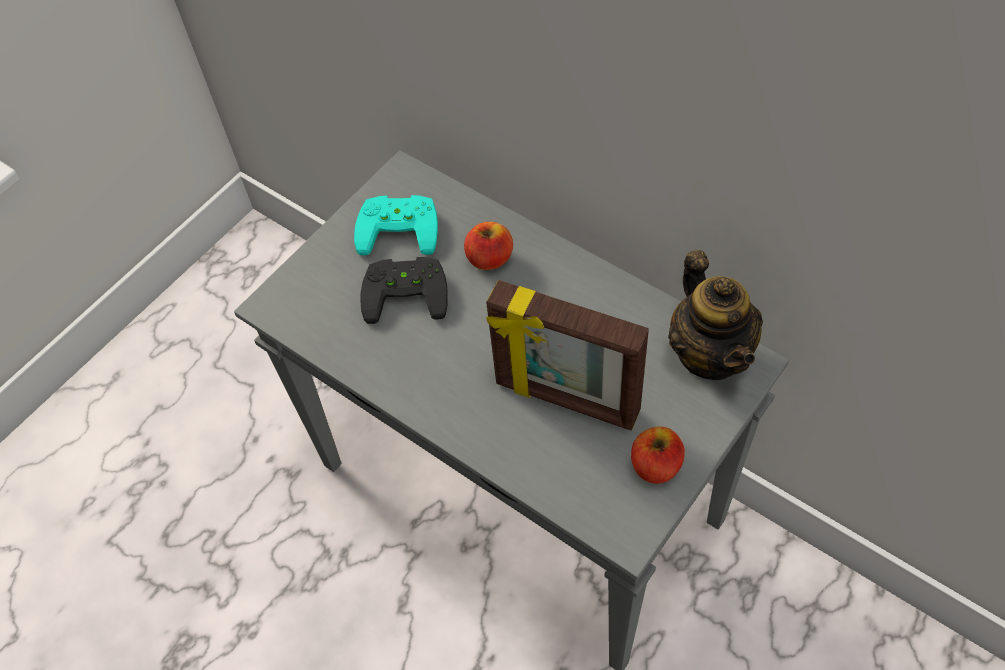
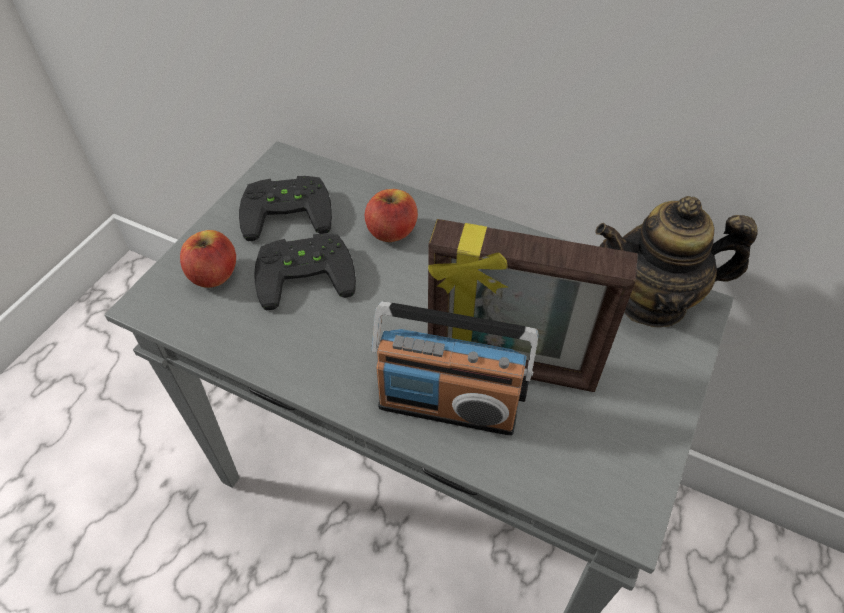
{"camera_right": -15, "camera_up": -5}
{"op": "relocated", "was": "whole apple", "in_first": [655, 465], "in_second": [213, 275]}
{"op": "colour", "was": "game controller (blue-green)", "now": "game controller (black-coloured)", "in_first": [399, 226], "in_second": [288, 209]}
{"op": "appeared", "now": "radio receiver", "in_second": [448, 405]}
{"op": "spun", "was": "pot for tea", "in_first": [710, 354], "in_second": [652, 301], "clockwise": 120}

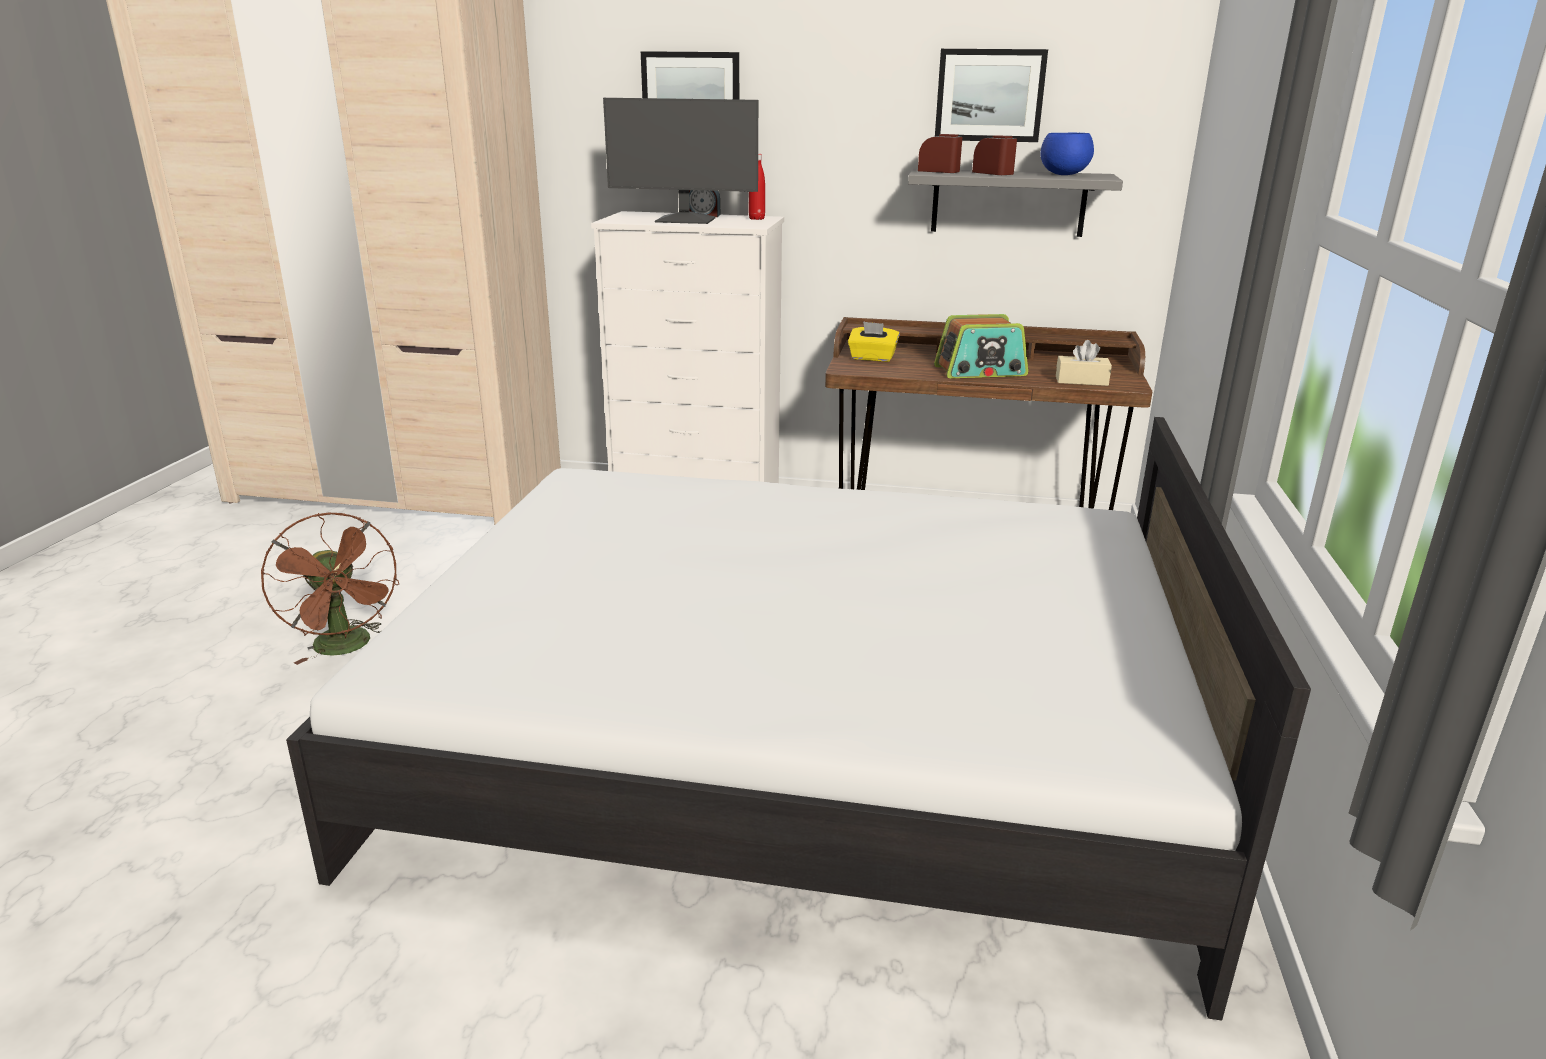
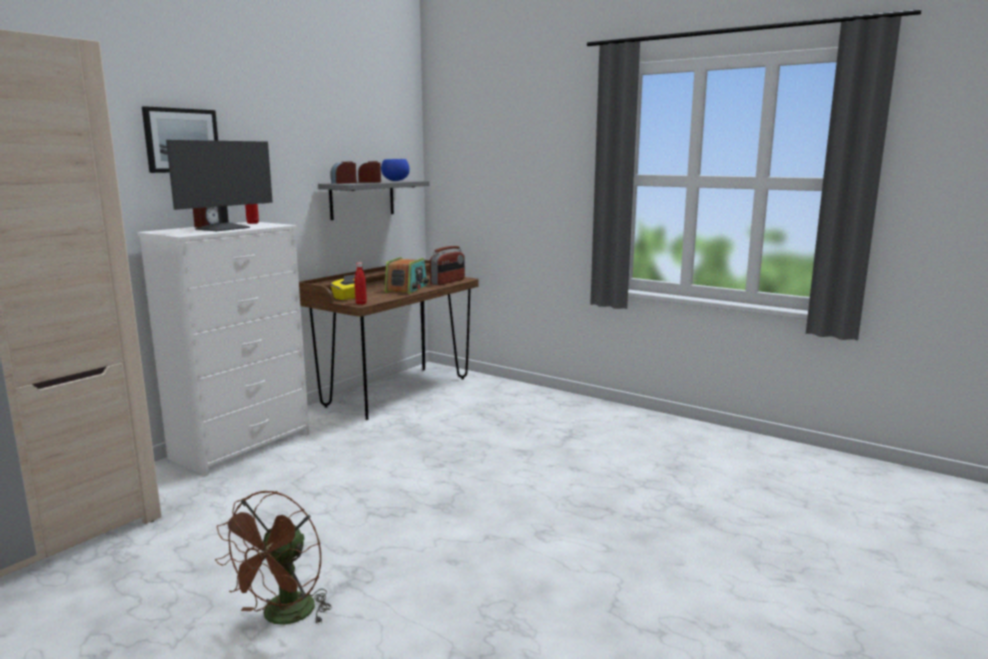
{"camera_right": -65, "camera_up": -10}
{"op": "spun", "was": "fan (brownish)", "in_first": [347, 648], "in_second": [283, 617], "clockwise": 120}
{"op": "appeared", "now": "bottle (red)", "in_second": [361, 303]}
{"op": "exchanged", "was": "tissue box (beige)", "now": "radio receiver", "in_first": [1081, 381], "in_second": [448, 282]}
{"op": "missing", "was": "bed (whitish)", "in_first": [795, 741]}
{"op": "missing", "was": "picture", "in_first": [989, 95]}

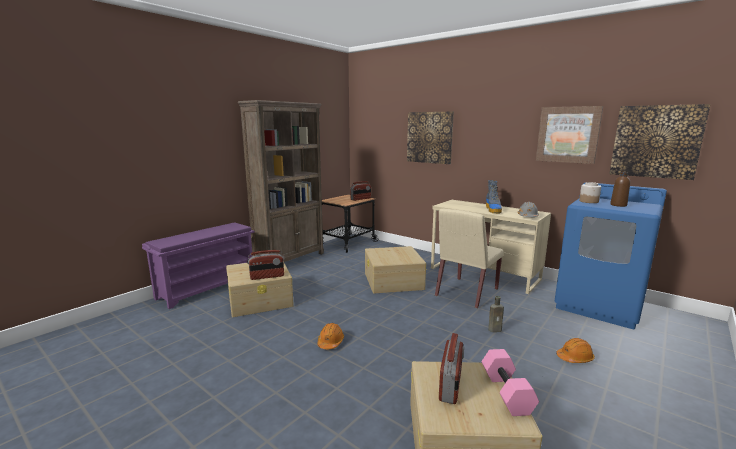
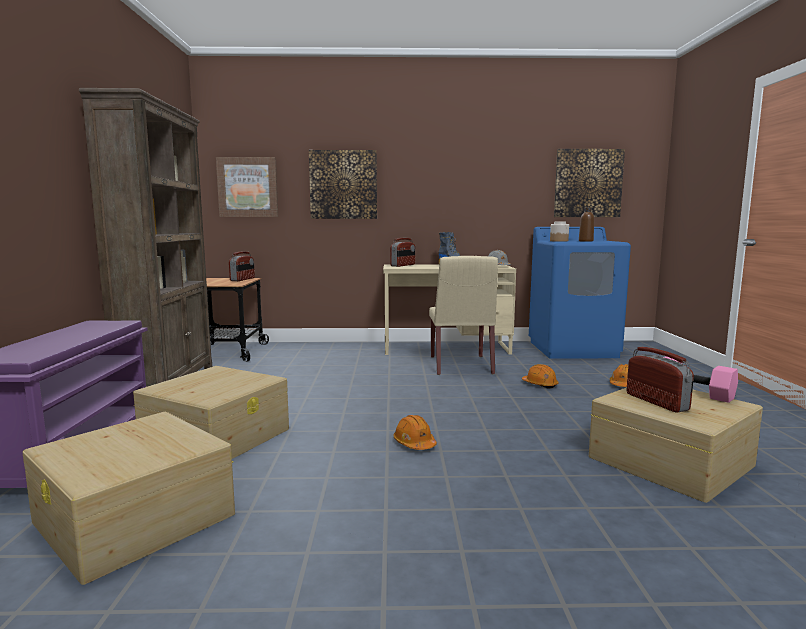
{"camera_right": -40, "camera_up": -5}
{"op": "relocated", "was": "storage bin (beige)", "in_first": [393, 281], "in_second": [135, 518]}
{"op": "relocated", "was": "picture", "in_first": [568, 134], "in_second": [248, 187]}
{"op": "relocated", "was": "radio receiver", "in_first": [267, 276], "in_second": [403, 265]}
{"op": "exchanged", "was": "bottle (brownish)", "now": "hard hat (orange-coloured)", "in_first": [495, 330], "in_second": [540, 384]}

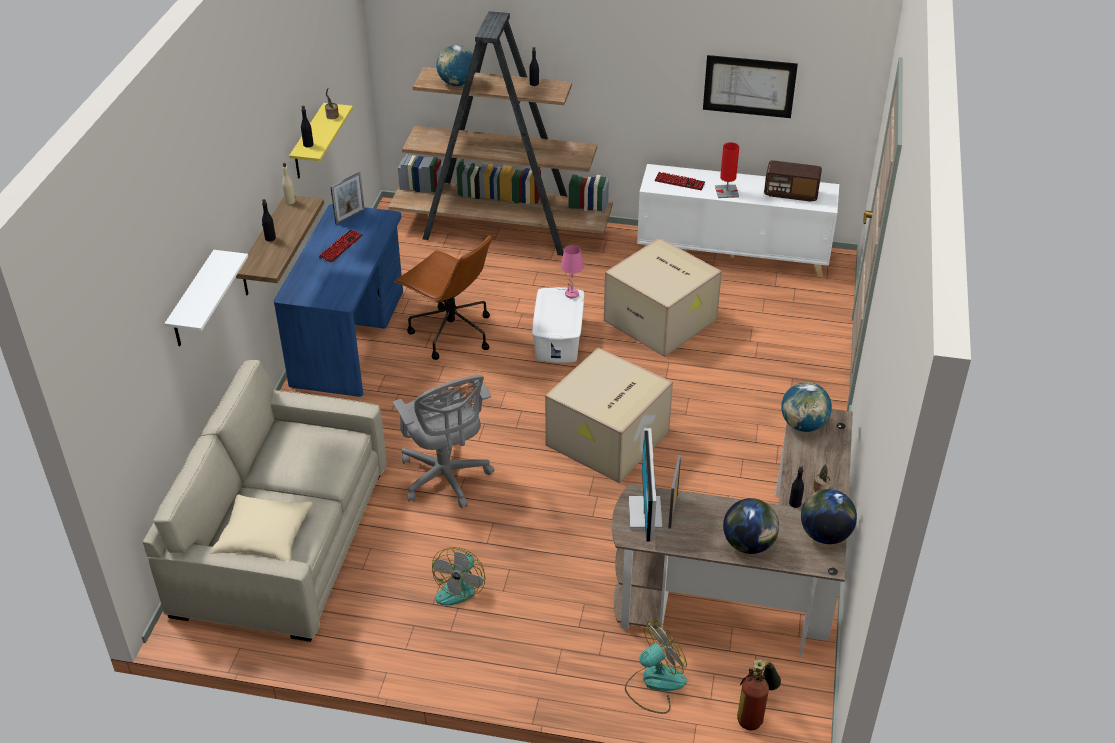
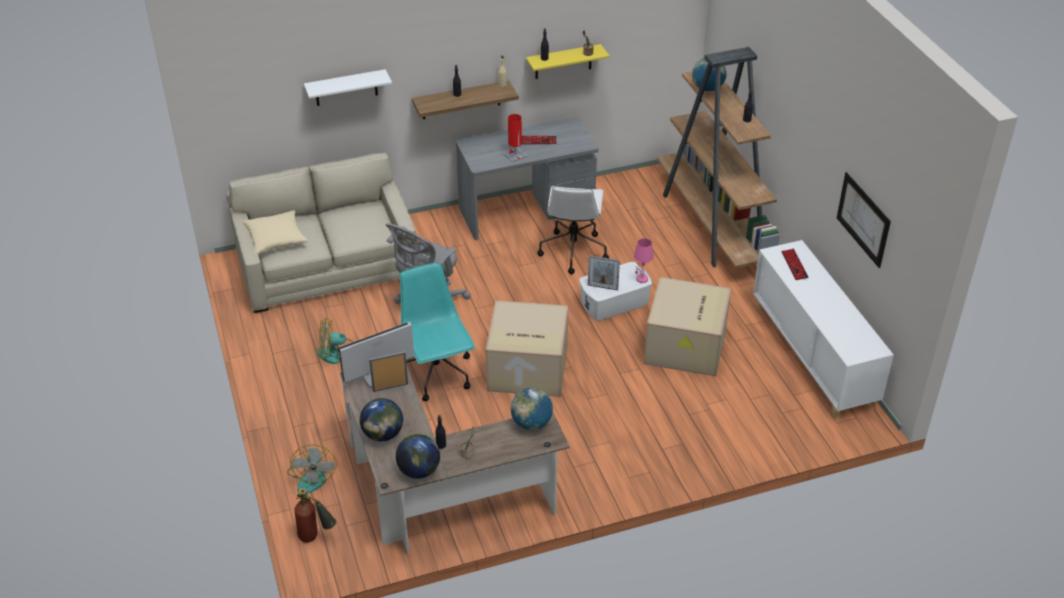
{"camera_right": 60, "camera_up": 0}
{"op": "spun", "was": "fan", "in_first": [655, 683], "in_second": [312, 476], "clockwise": 60}
{"op": "appeared", "now": "office chair (blue-green)", "in_second": [437, 375]}
{"op": "colour", "was": "desk (blue-coloured)", "now": "desk (gray)", "in_first": [350, 338], "in_second": [527, 210]}
{"op": "relocated", "was": "lamp for a table (red)", "in_first": [726, 192], "in_second": [515, 155]}
{"op": "colour", "was": "office chair (brownish)", "now": "office chair (whitish)", "in_first": [450, 333], "in_second": [573, 250]}
{"op": "relocated", "was": "standing frame", "in_first": [350, 216], "in_second": [602, 287]}
{"op": "missing", "was": "radio receiver", "in_first": [791, 193]}

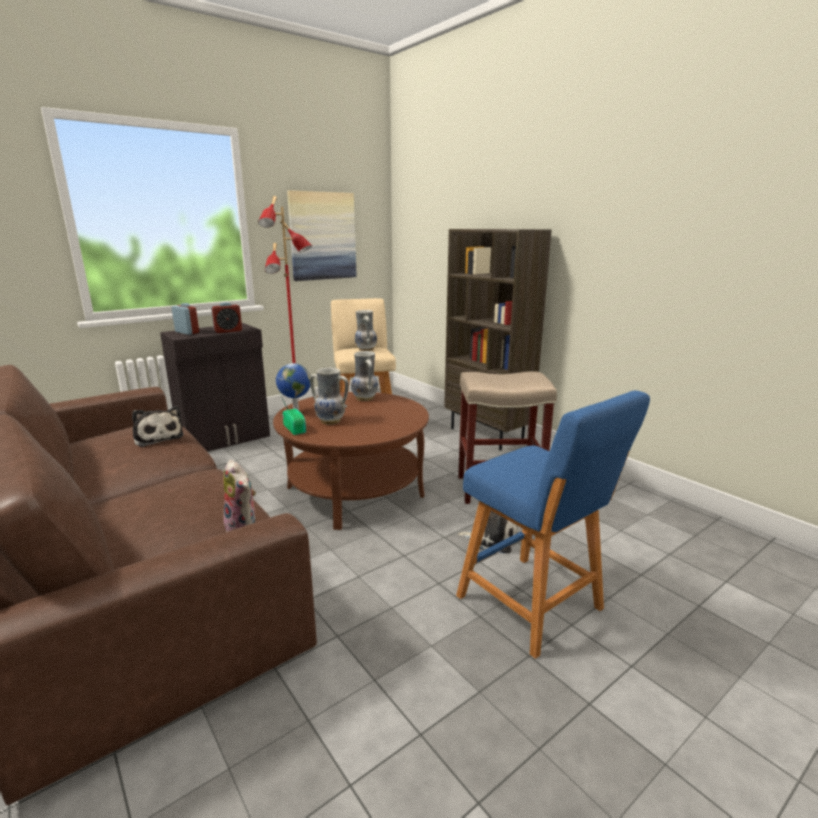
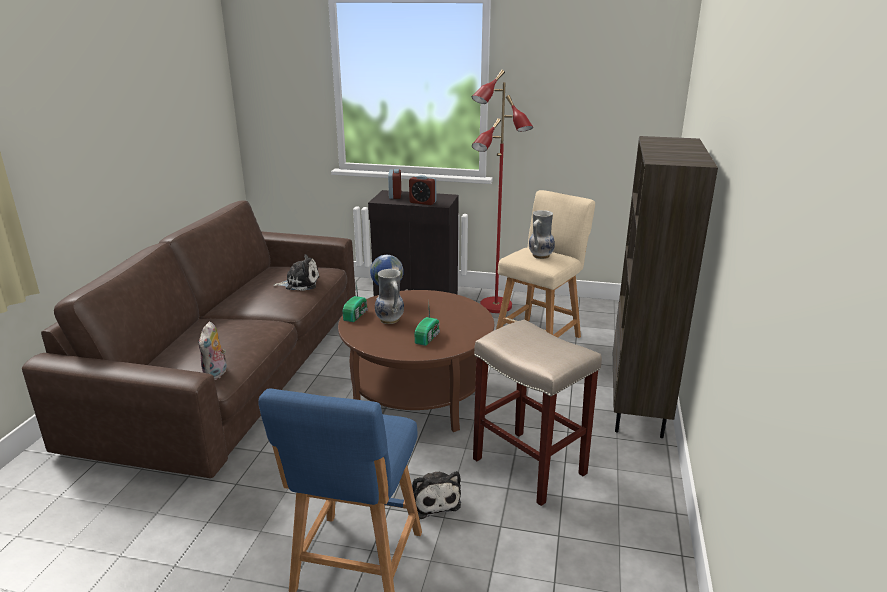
{"camera_right": 50, "camera_up": 5}
{"op": "spun", "was": "plush toy", "in_first": [158, 437], "in_second": [300, 283], "clockwise": -105}
{"op": "appeared", "now": "radio receiver", "in_second": [428, 337]}
{"op": "missing", "was": "picture", "in_first": [322, 236]}
{"op": "missing", "was": "decorative vase", "in_first": [365, 398]}

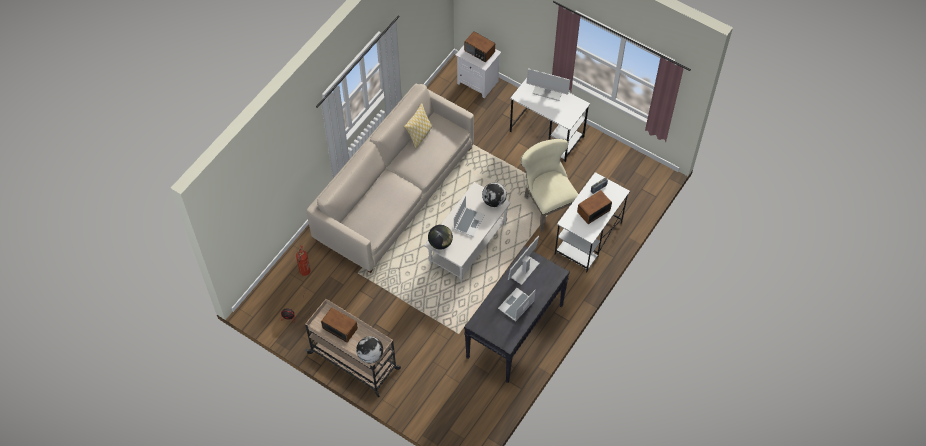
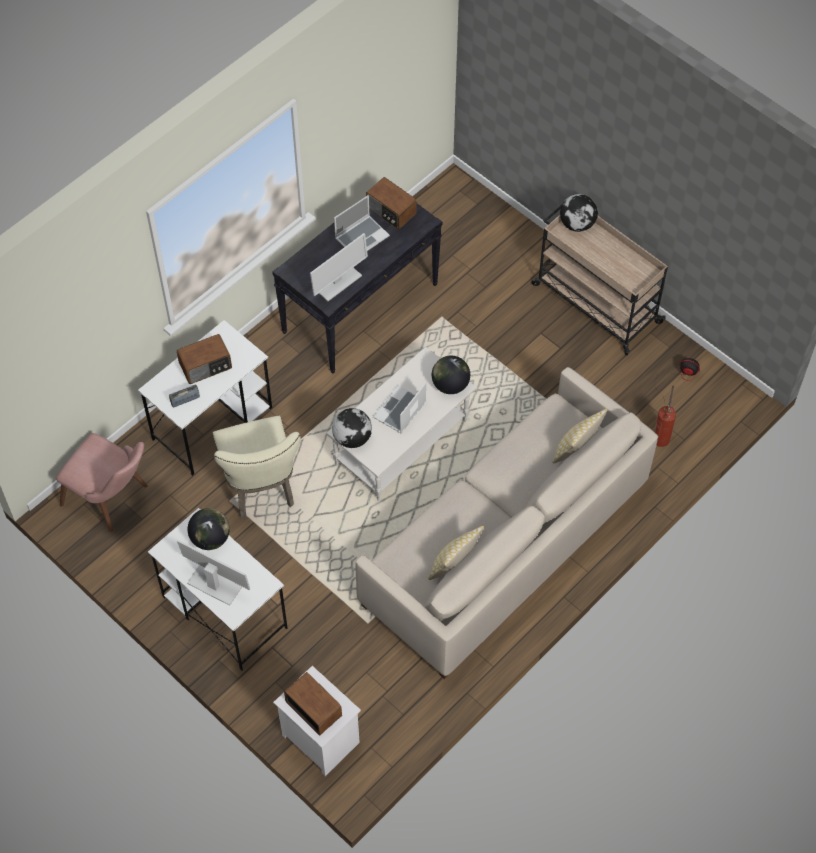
{"camera_right": -170, "camera_up": 0}
{"op": "appeared", "now": "chair (pink)", "in_second": [113, 499]}
{"op": "appeared", "now": "desk globe", "in_second": [210, 538]}
{"op": "relocated", "was": "radio receiver", "in_first": [340, 328], "in_second": [391, 211]}
{"op": "appeared", "now": "pillow", "in_second": [576, 449]}

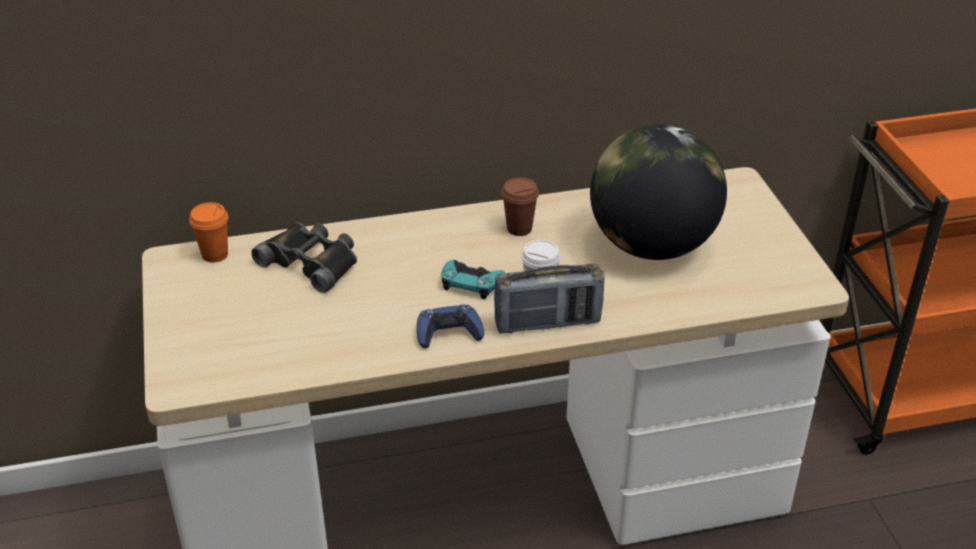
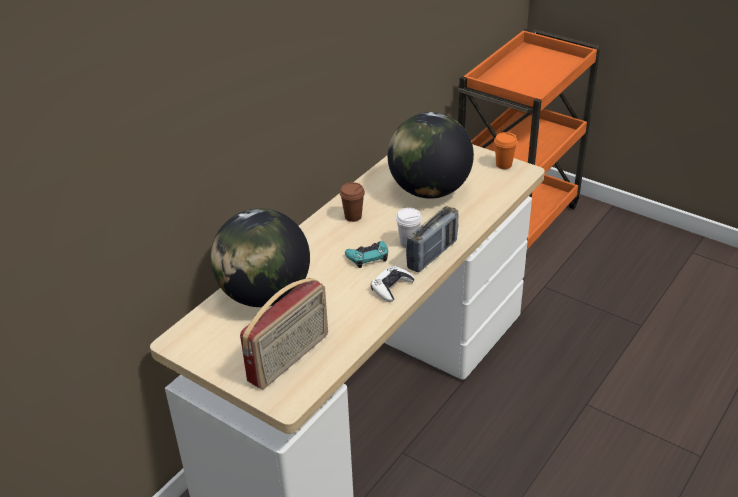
{"camera_right": -40, "camera_up": 0}
{"op": "exchanged", "was": "field glasses (black-coloured)", "now": "desk globe", "in_first": [311, 262], "in_second": [265, 295]}
{"op": "appeared", "now": "radio receiver", "in_second": [290, 359]}
{"op": "colour", "was": "game controller (blue-coloured)", "now": "game controller (whitish)", "in_first": [448, 332], "in_second": [391, 287]}
{"op": "relocated", "was": "drinking cup (orange-coloured)", "in_first": [215, 254], "in_second": [503, 165]}

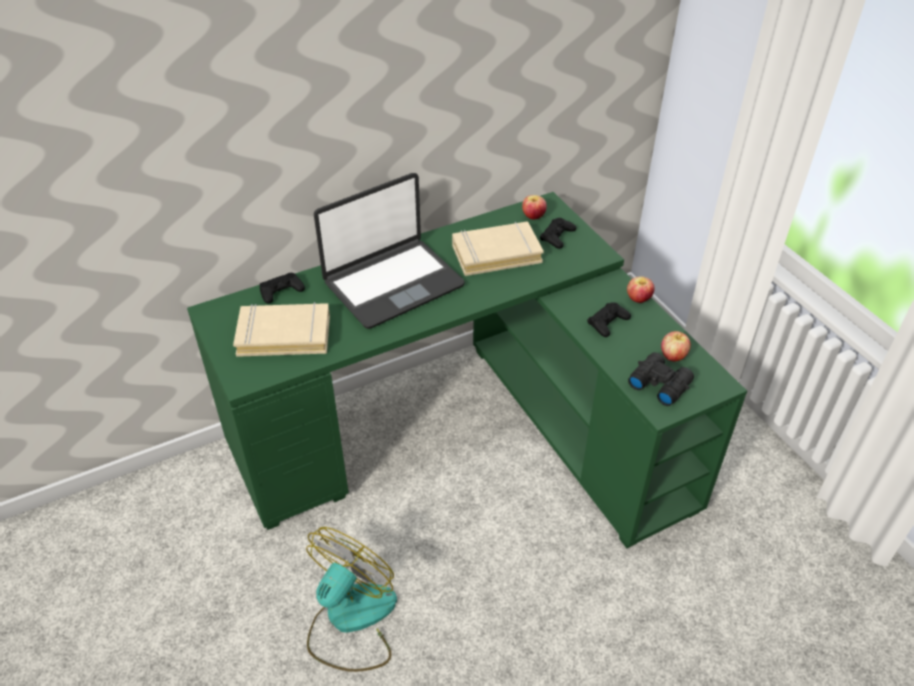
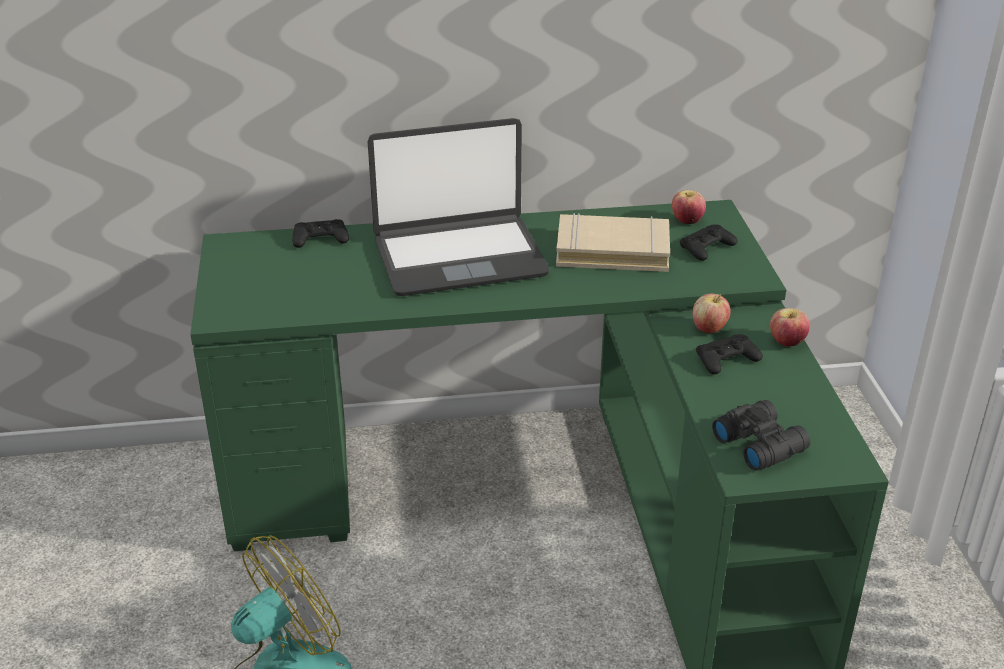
{"camera_right": 20, "camera_up": -10}
{"op": "relocated", "was": "whole apple", "in_first": [673, 356], "in_second": [709, 328]}
{"op": "missing", "was": "volume (beige)", "in_first": [284, 334]}

